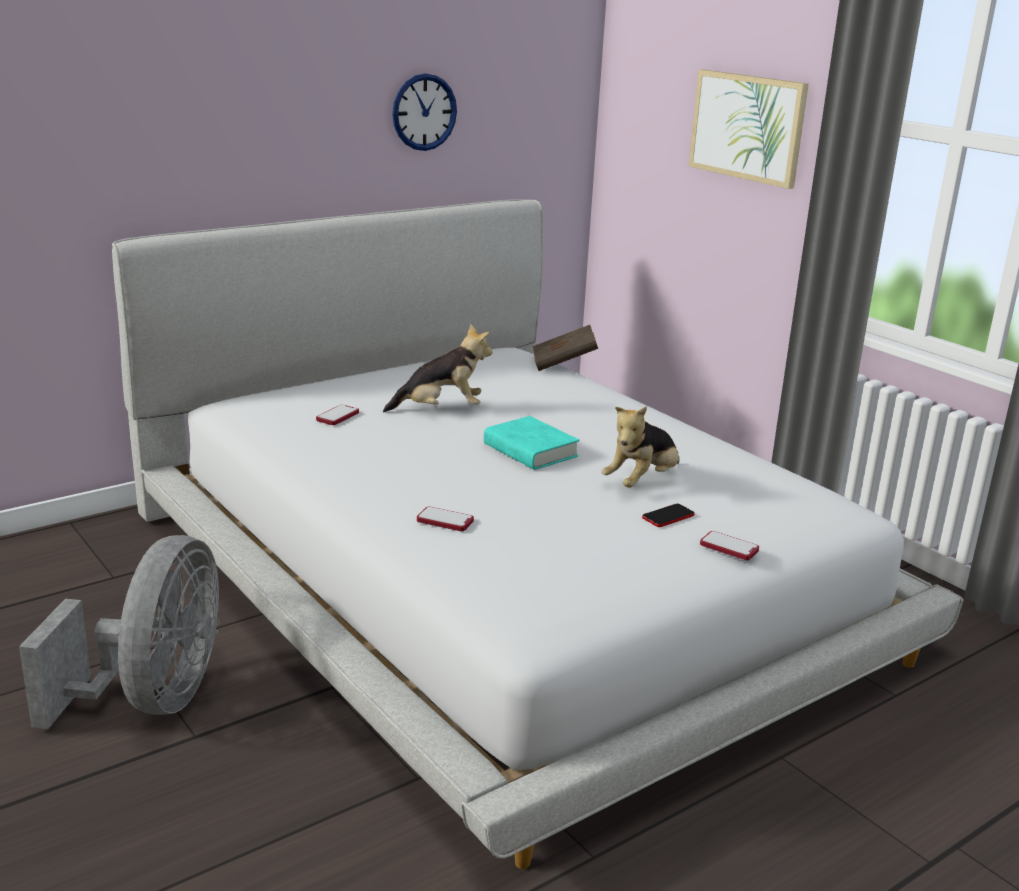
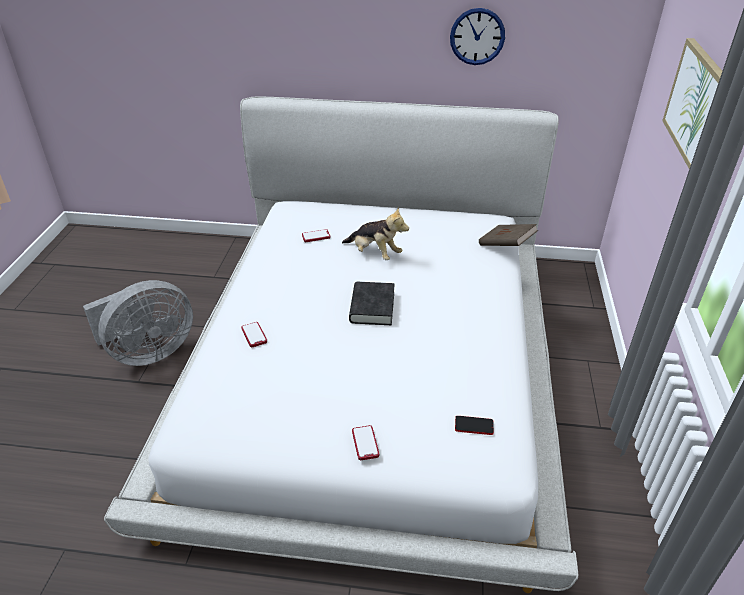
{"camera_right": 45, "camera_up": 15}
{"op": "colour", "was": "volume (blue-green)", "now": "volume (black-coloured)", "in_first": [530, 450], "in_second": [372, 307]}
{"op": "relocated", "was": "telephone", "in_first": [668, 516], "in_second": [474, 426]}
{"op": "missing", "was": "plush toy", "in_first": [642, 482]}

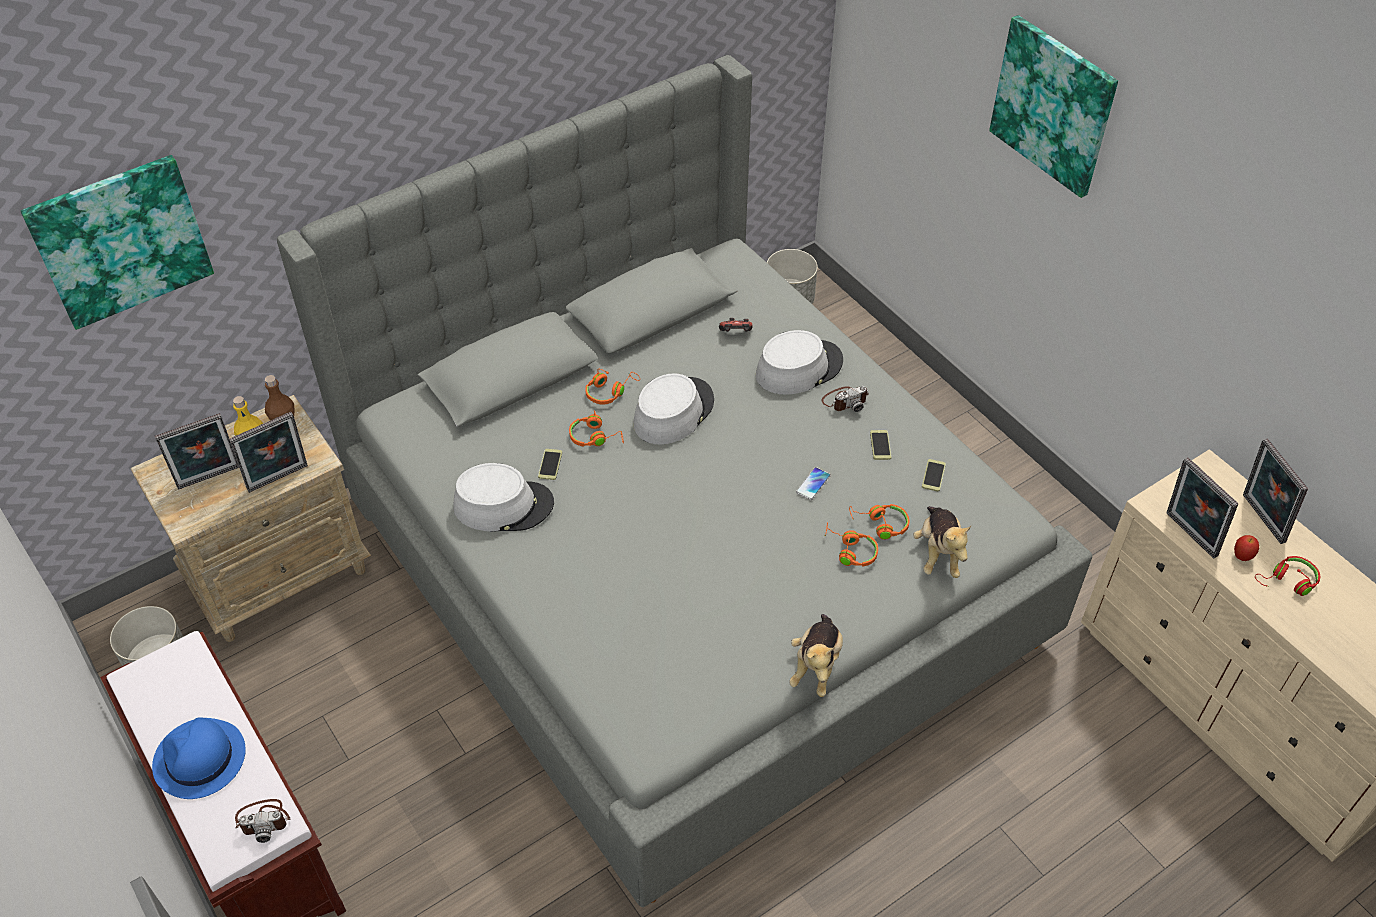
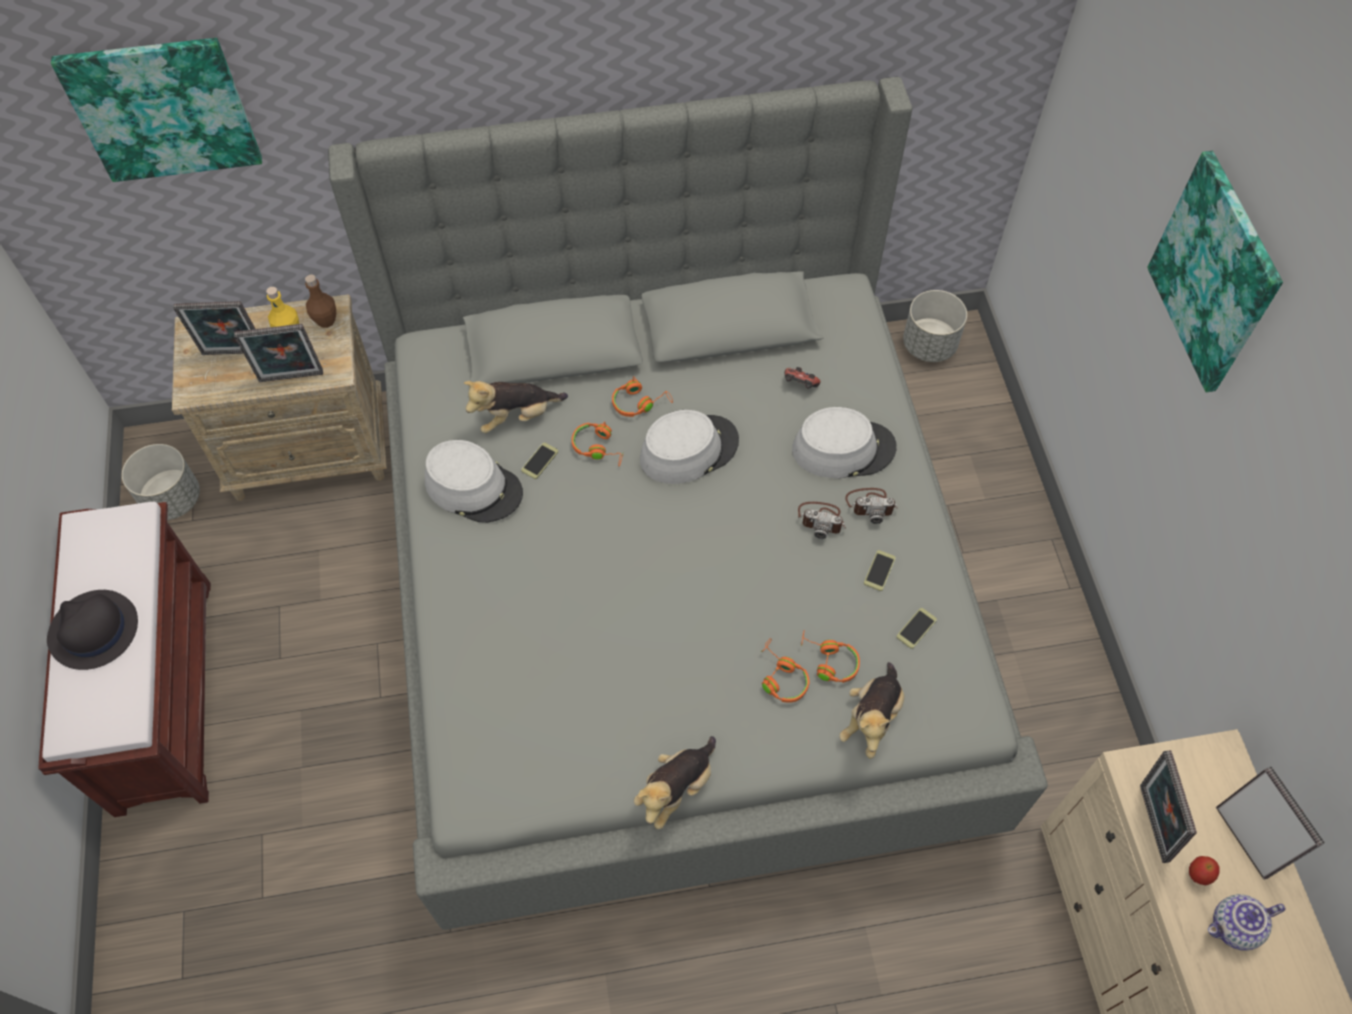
{"camera_right": 25, "camera_up": 10}
{"op": "colour", "was": "wearable hat (blue-coloured)", "now": "wearable hat (black-coloured)", "in_first": [199, 759], "in_second": [93, 631]}
{"op": "appeared", "now": "plush toy", "in_second": [516, 417]}
{"op": "relocated", "was": "still camera", "in_first": [263, 820], "in_second": [821, 519]}
{"op": "exchanged", "was": "headphones (red)", "now": "pot for tea", "in_first": [1287, 581], "in_second": [1234, 928]}
{"op": "spun", "was": "standing frame", "in_first": [1260, 519], "in_second": [1246, 839], "clockwise": 150}
{"op": "missing", "was": "telephone", "in_first": [813, 484]}

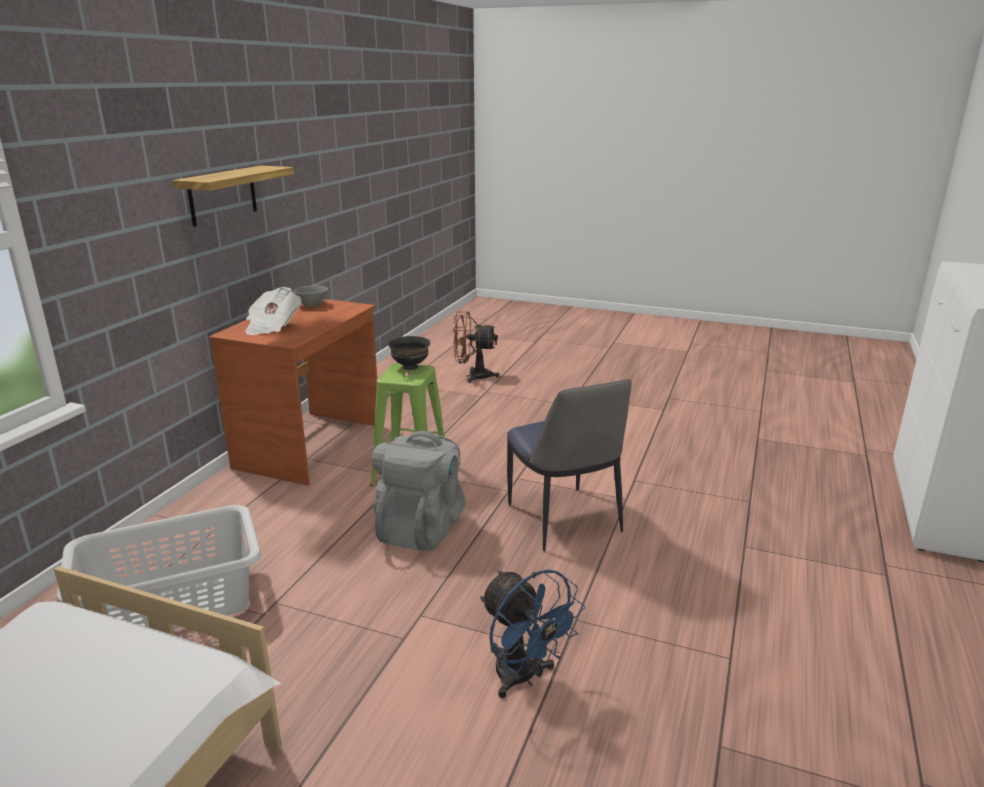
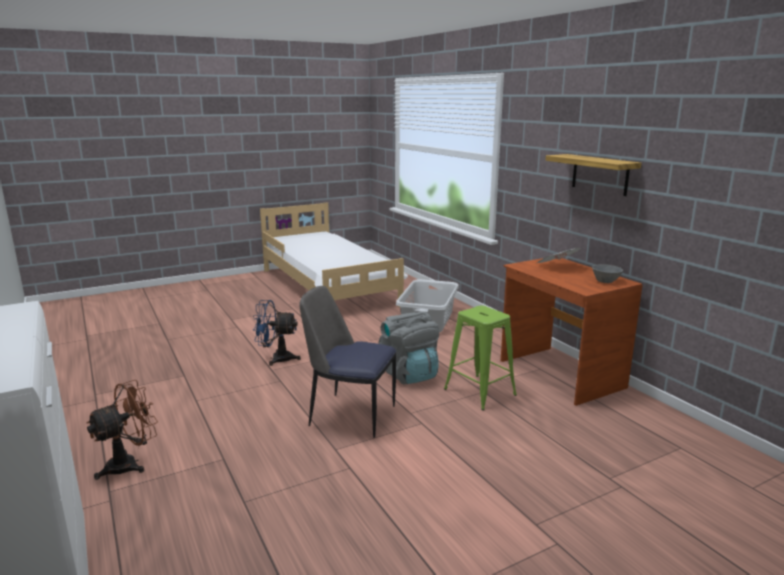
{"camera_right": 130, "camera_up": -5}
{"op": "relocated", "was": "fan (brownish)", "in_first": [473, 376], "in_second": [129, 464]}
{"op": "missing", "was": "deep dish (black-coloured)", "in_first": [410, 367]}

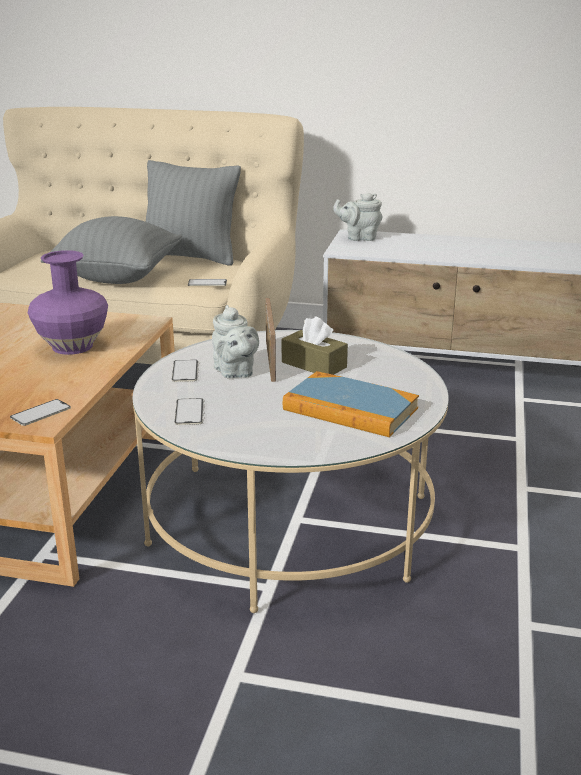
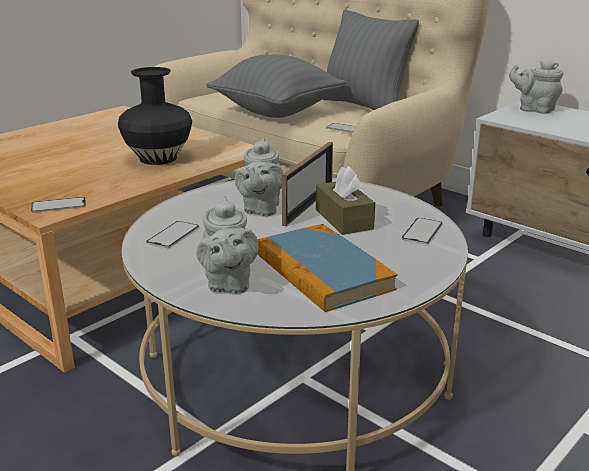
{"camera_right": 30, "camera_up": 0}
{"op": "colour", "was": "decorative vase (purple-coloured)", "now": "decorative vase (black-coloured)", "in_first": [71, 347], "in_second": [157, 158]}
{"op": "appeared", "now": "pot for tea (gray)", "in_second": [228, 284]}
{"op": "relocated", "was": "telephone", "in_first": [185, 371], "in_second": [422, 231]}

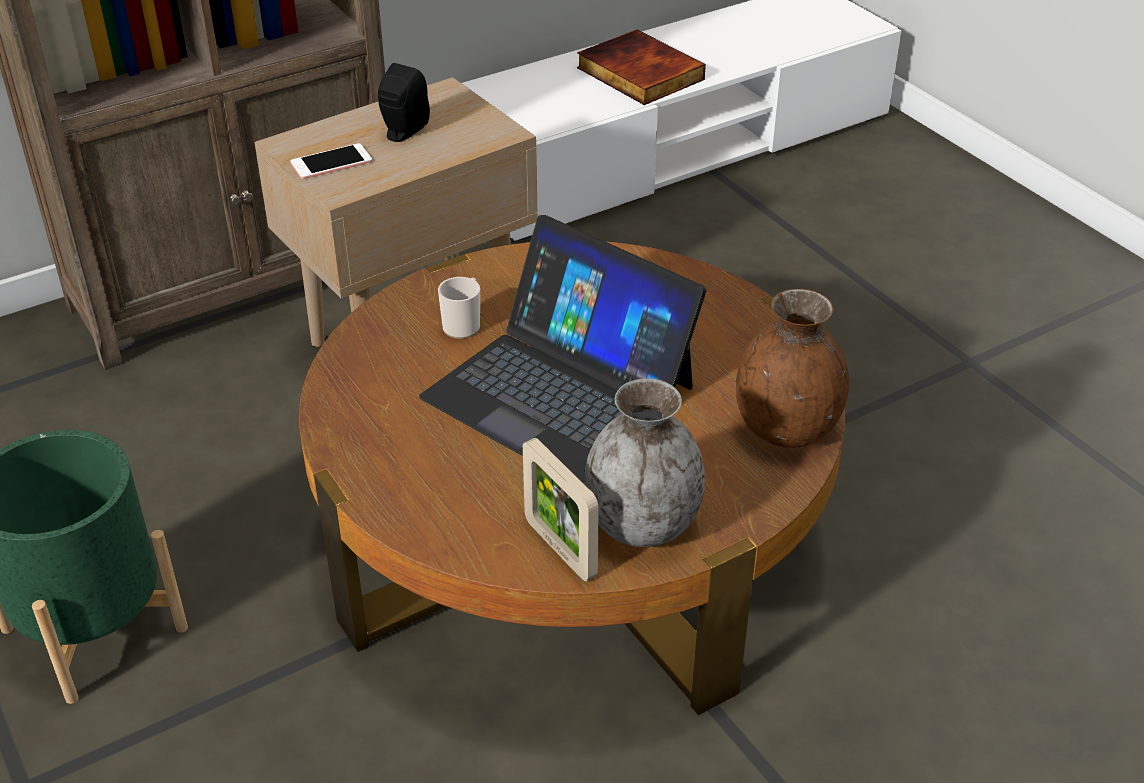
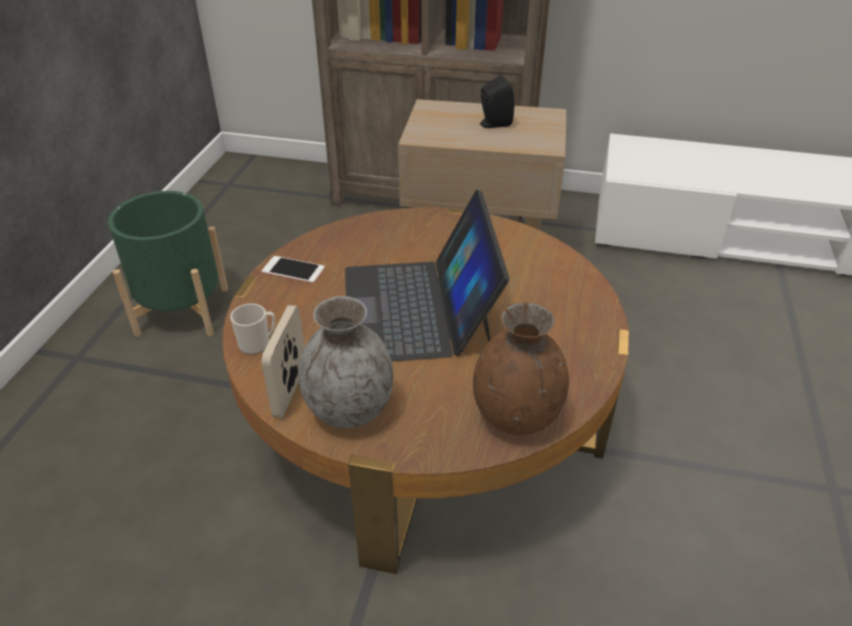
{"camera_right": 45, "camera_up": 0}
{"op": "relocated", "was": "tea mug", "in_first": [463, 325], "in_second": [258, 343]}
{"op": "relocated", "was": "telephone", "in_first": [331, 162], "in_second": [293, 270]}
{"op": "missing", "was": "volume", "in_first": [638, 74]}

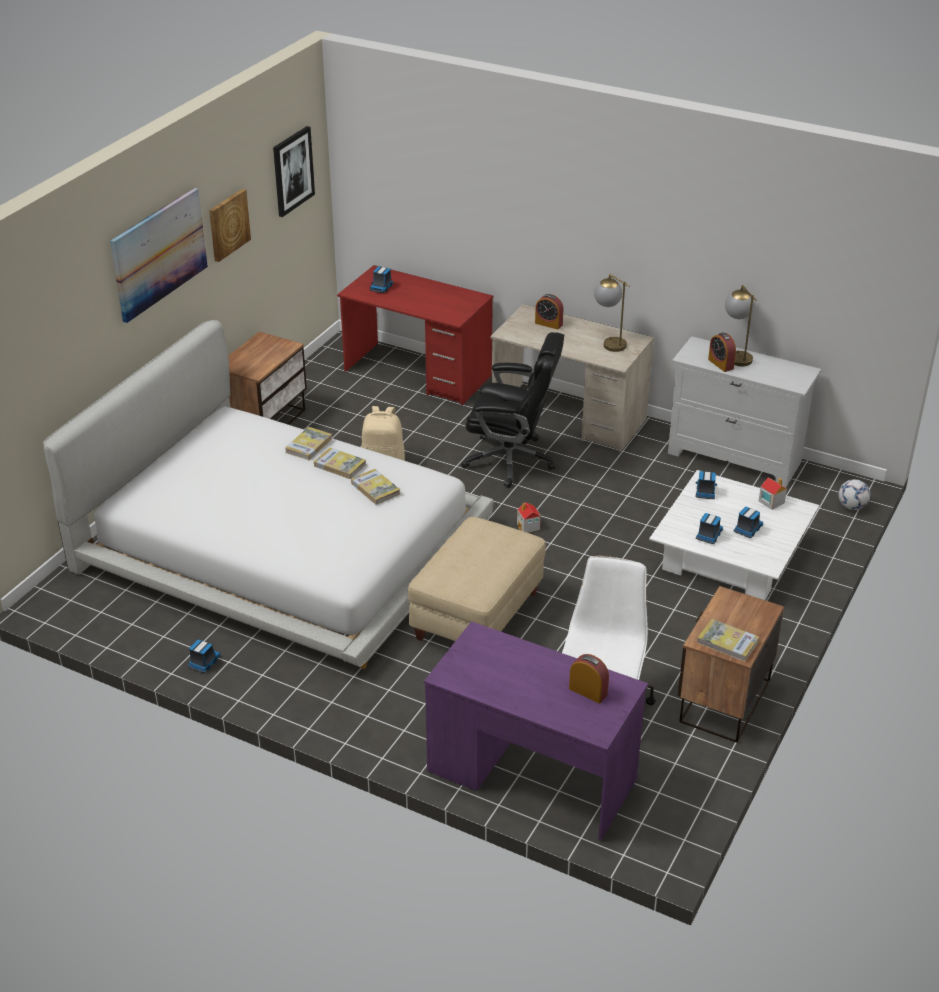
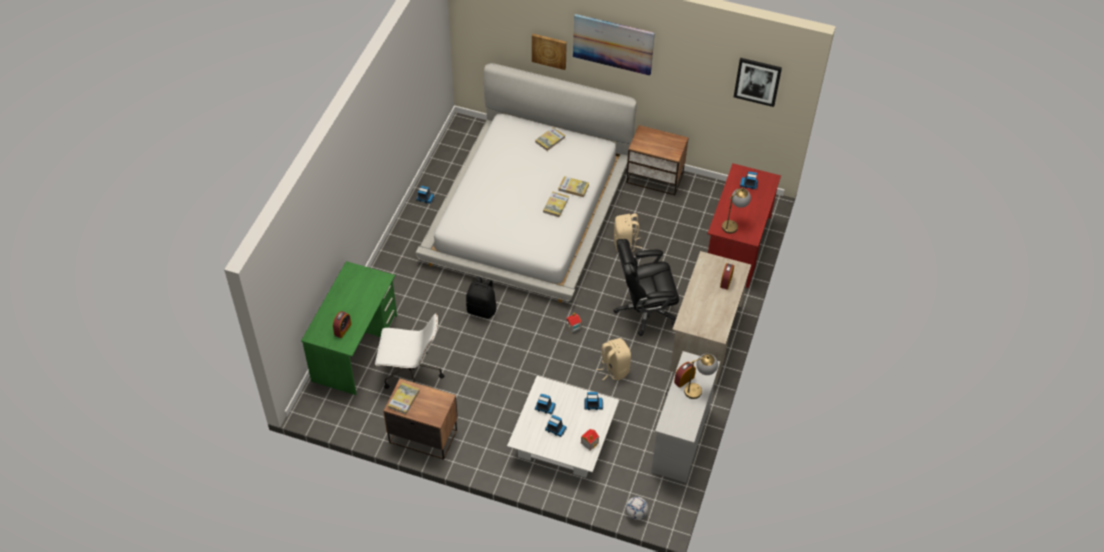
{"camera_right": 80, "camera_up": 15}
{"op": "colour", "was": "desk (purple-coloured)", "now": "desk (greenish)", "in_first": [531, 775], "in_second": [355, 348]}
{"op": "exchanged", "was": "pouffe (beige)", "now": "knapsack (black-coloured)", "in_first": [476, 615], "in_second": [482, 309]}
{"op": "relocated", "was": "picture", "in_first": [228, 224], "in_second": [549, 50]}
{"op": "relocated", "was": "volume", "in_first": [375, 489], "in_second": [550, 140]}
{"op": "appeared", "now": "knapsack (beige)", "in_second": [614, 369]}
{"op": "spun", "was": "office chair (black-coloured)", "in_first": [511, 460], "in_second": [644, 310], "clockwise": 75}
{"op": "relocated", "was": "lamp for a table", "in_first": [609, 342], "in_second": [733, 224]}

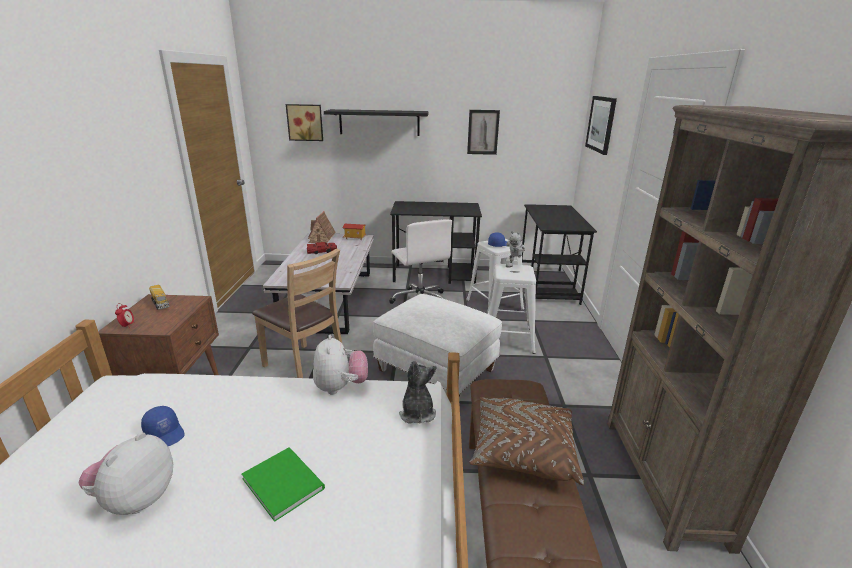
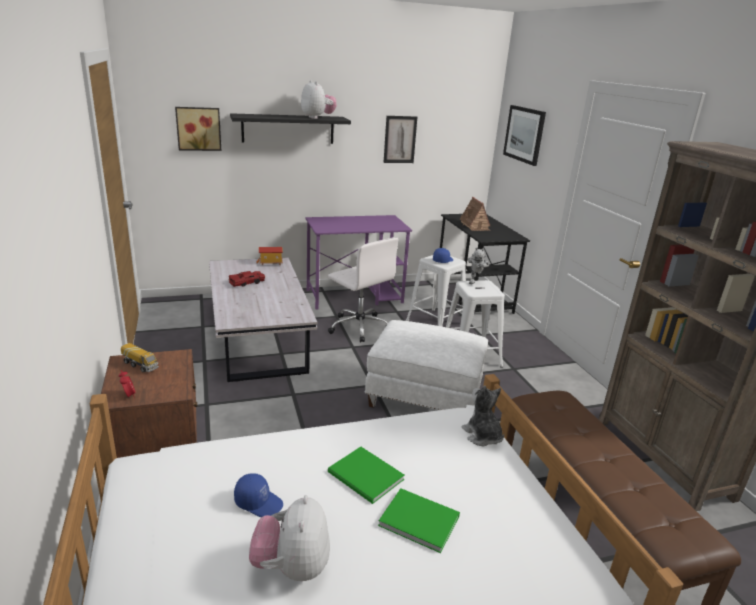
{"camera_right": -20, "camera_up": 0}
{"op": "relocated", "was": "plush toy", "in_first": [340, 387], "in_second": [317, 118]}
{"op": "colour", "was": "desk (black-coloured)", "now": "desk (purple-coloured)", "in_first": [435, 274], "in_second": [355, 296]}
{"op": "appeared", "now": "volume (greenish)", "in_second": [366, 478]}
{"op": "relocated", "was": "model house", "in_first": [321, 238], "in_second": [475, 226]}
{"op": "missing", "was": "chair (brownish)", "in_first": [304, 367]}
{"op": "missing", "was": "pillow (brownish)", "in_first": [523, 450]}

